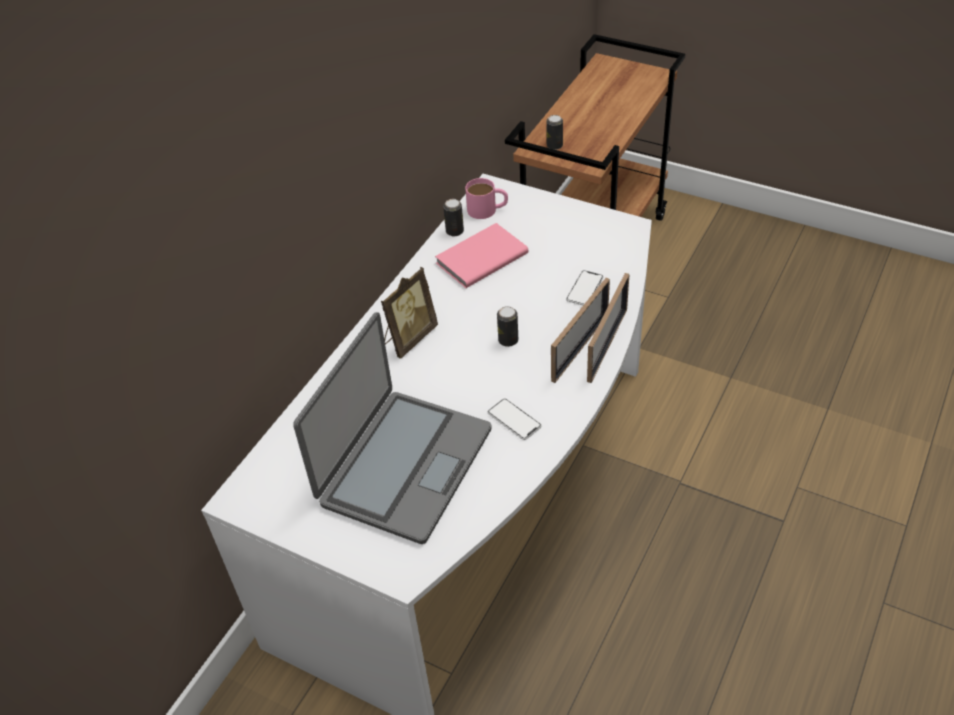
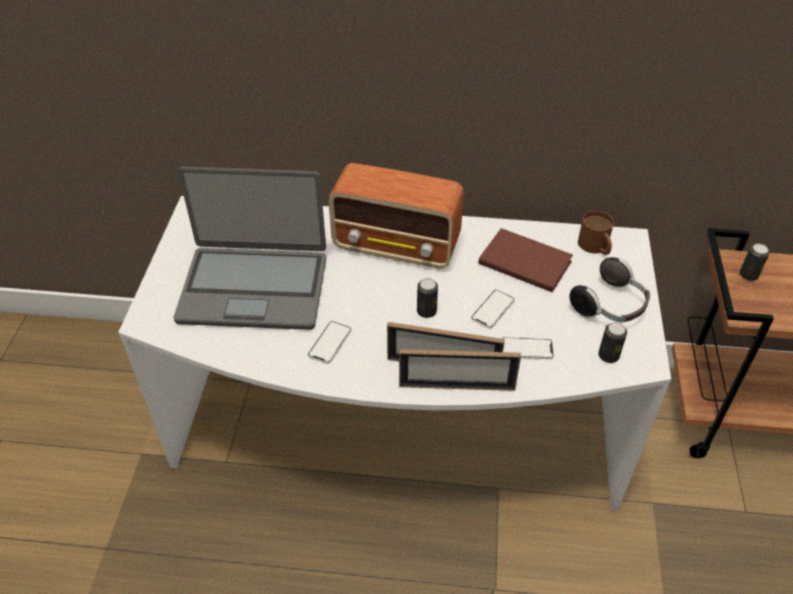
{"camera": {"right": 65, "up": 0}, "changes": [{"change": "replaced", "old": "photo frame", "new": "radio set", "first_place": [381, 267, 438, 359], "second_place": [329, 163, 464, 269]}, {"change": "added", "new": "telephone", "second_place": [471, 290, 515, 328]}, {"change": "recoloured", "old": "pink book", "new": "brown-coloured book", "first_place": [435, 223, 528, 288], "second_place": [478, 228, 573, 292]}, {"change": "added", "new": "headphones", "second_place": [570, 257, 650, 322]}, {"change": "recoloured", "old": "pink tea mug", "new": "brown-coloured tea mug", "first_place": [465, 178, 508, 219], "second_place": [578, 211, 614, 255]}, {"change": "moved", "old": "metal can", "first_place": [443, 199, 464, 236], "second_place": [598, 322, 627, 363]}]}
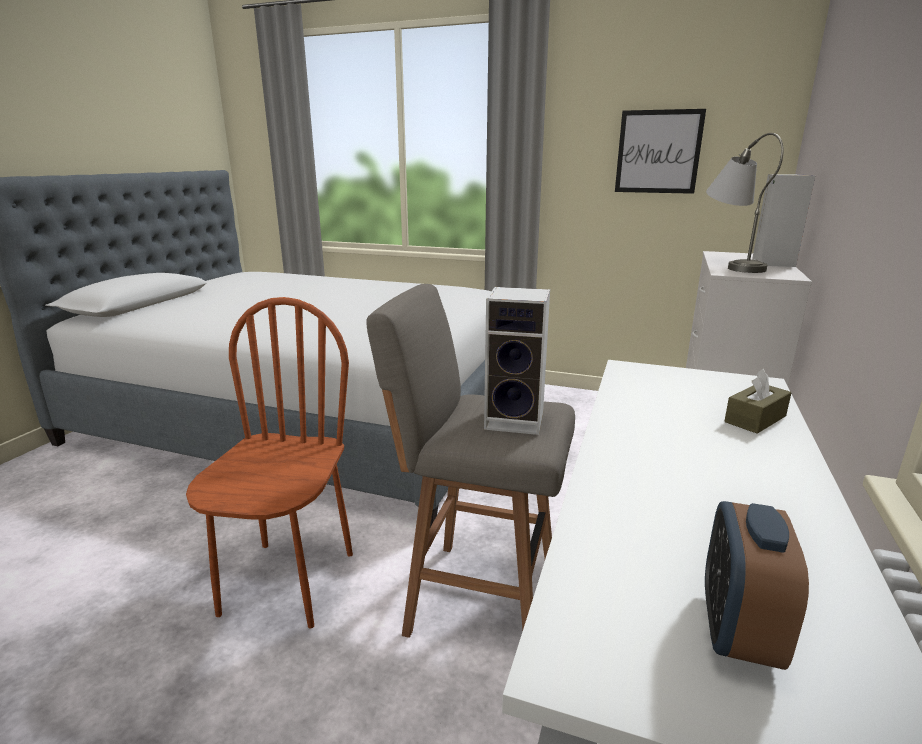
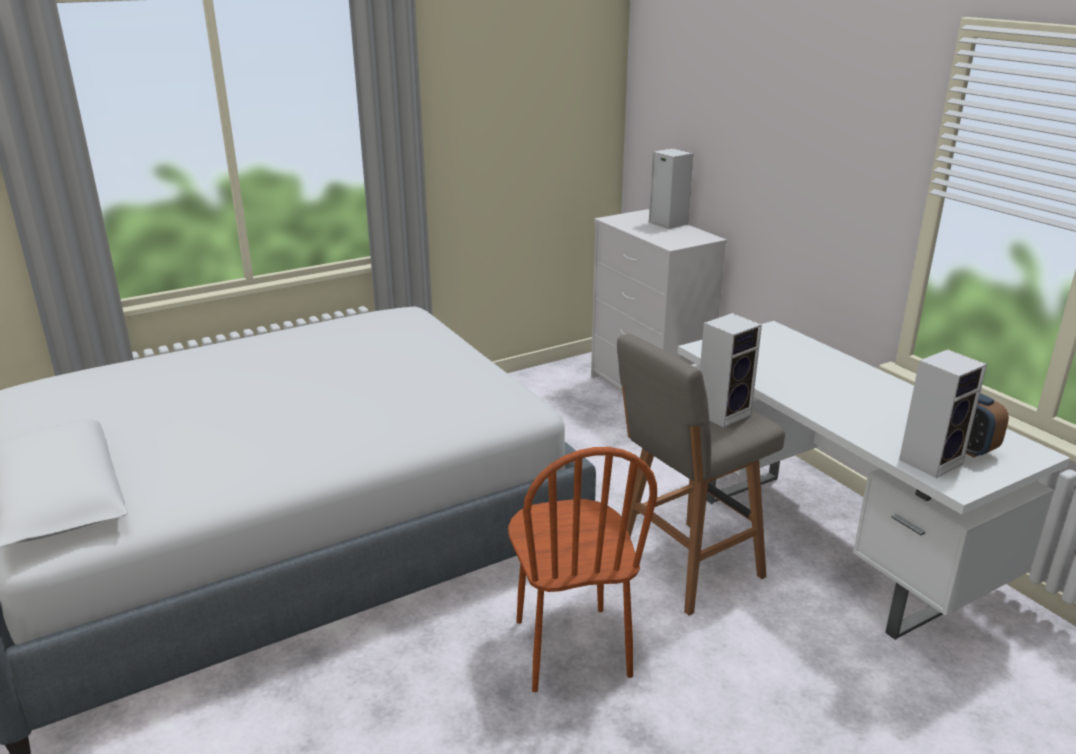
{"camera": {"right": -50, "up": 5}, "changes": [{"change": "turned", "old": "brown-coloured plain chair", "first_place": [186, 297, 353, 628], "second_place": [508, 447, 657, 692], "degrees": -150}, {"change": "added", "new": "loudspeaker", "second_place": [899, 349, 987, 478]}, {"change": "removed", "old": "wall picture", "first_place": [615, 109, 706, 194]}, {"change": "removed", "old": "gray tabletop lamp", "first_place": [706, 133, 784, 273]}, {"change": "removed", "old": "brown-coloured tissue holder", "first_place": [725, 368, 791, 434]}]}
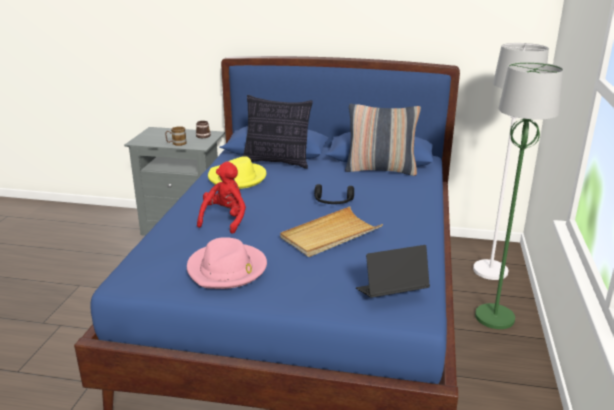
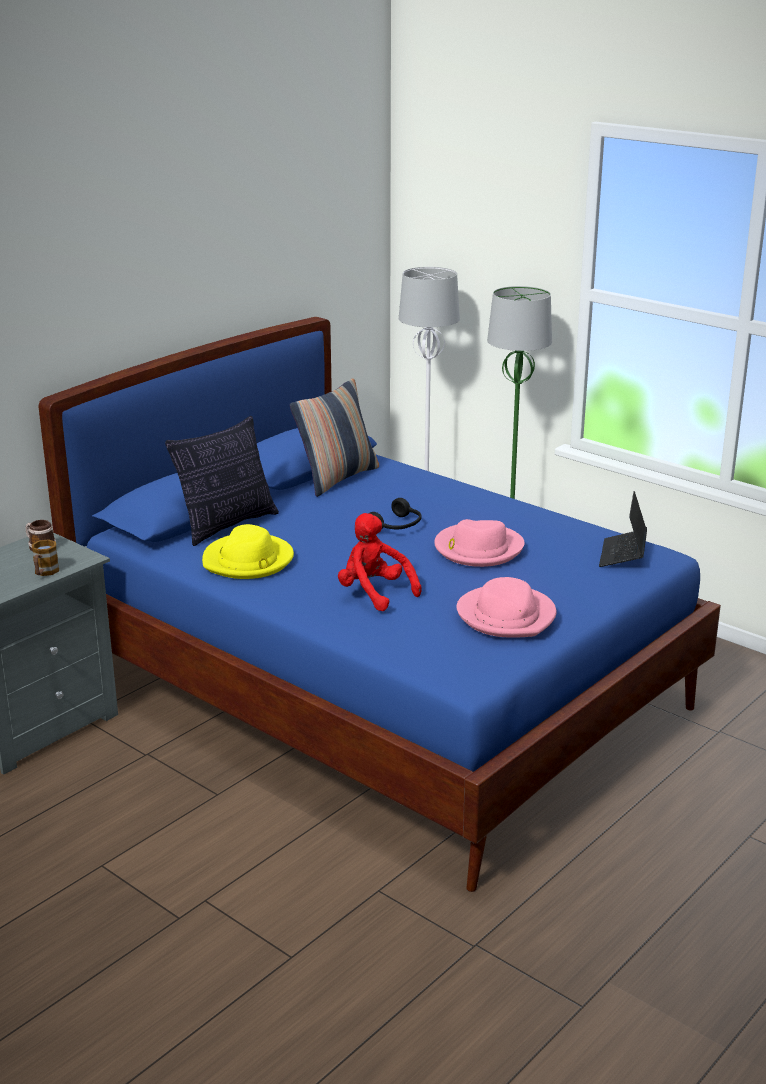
{"camera": {"right": -60, "up": 0}, "changes": [{"change": "replaced", "old": "sand-coloured carrying tray", "new": "pink wearable hat", "first_place": [280, 206, 383, 257], "second_place": [434, 519, 525, 567]}]}
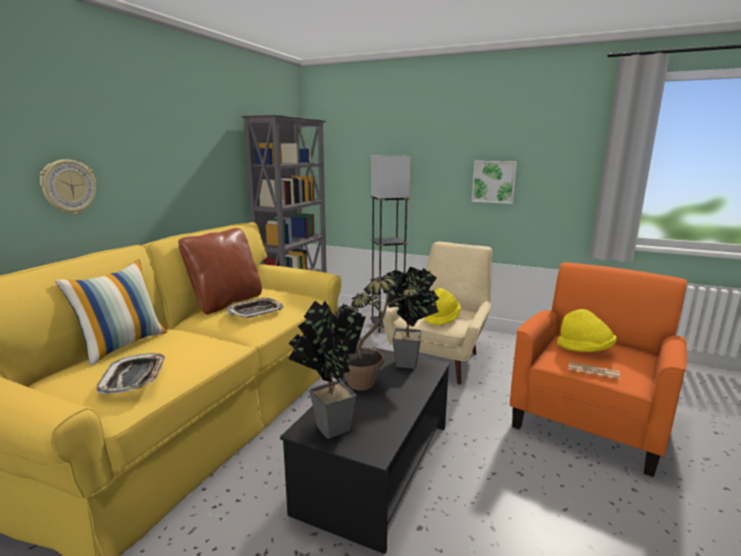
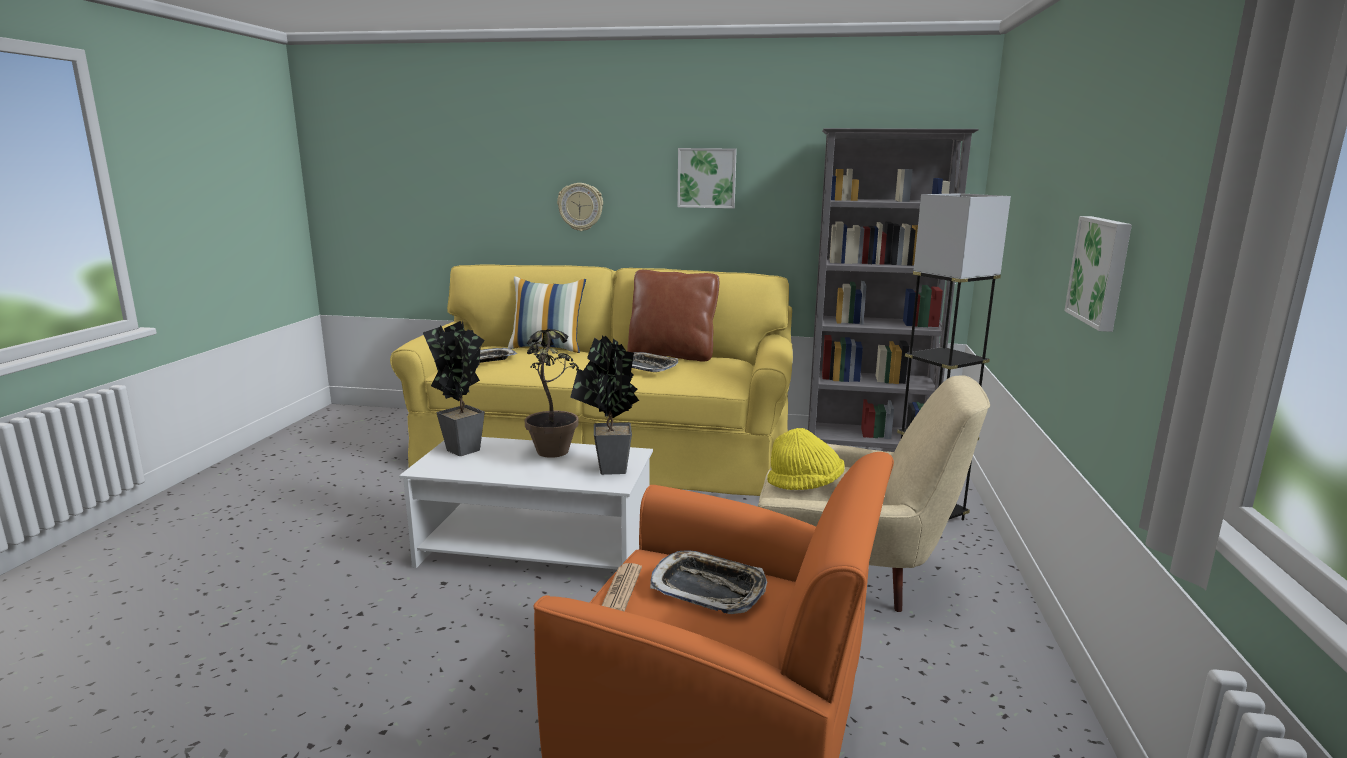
{"camera": {"right": 75, "up": 0}, "changes": [{"change": "recoloured", "old": "black-coloured lounge table", "new": "whitish lounge table", "first_place": [280, 347, 450, 554], "second_place": [399, 437, 653, 570]}, {"change": "replaced", "old": "yellowish wearable hat", "new": "carrying tray", "first_place": [557, 309, 616, 352], "second_place": [650, 550, 767, 614]}, {"change": "added", "new": "wall picture", "second_place": [677, 148, 737, 208]}]}
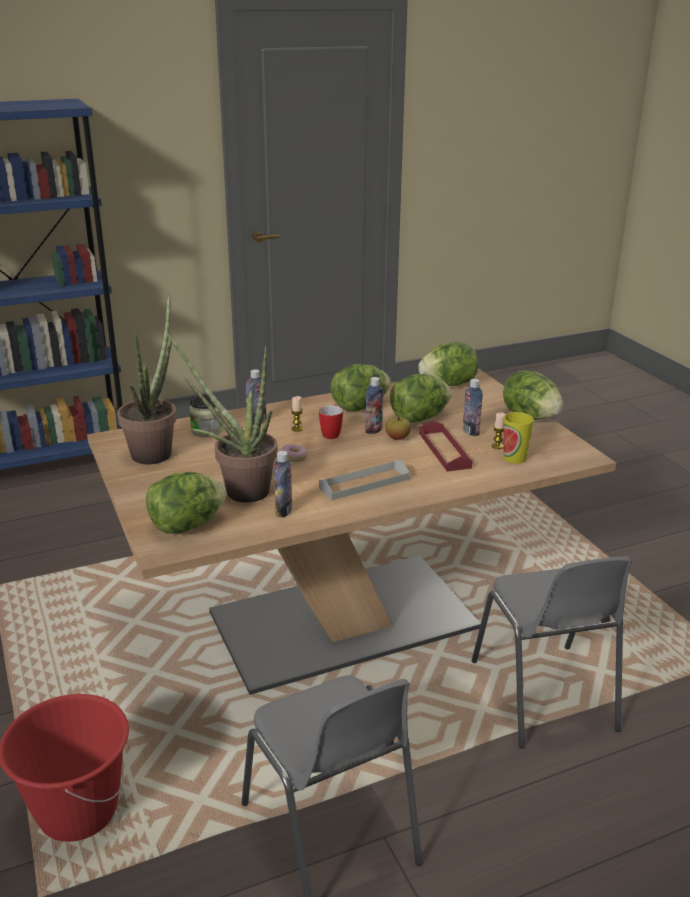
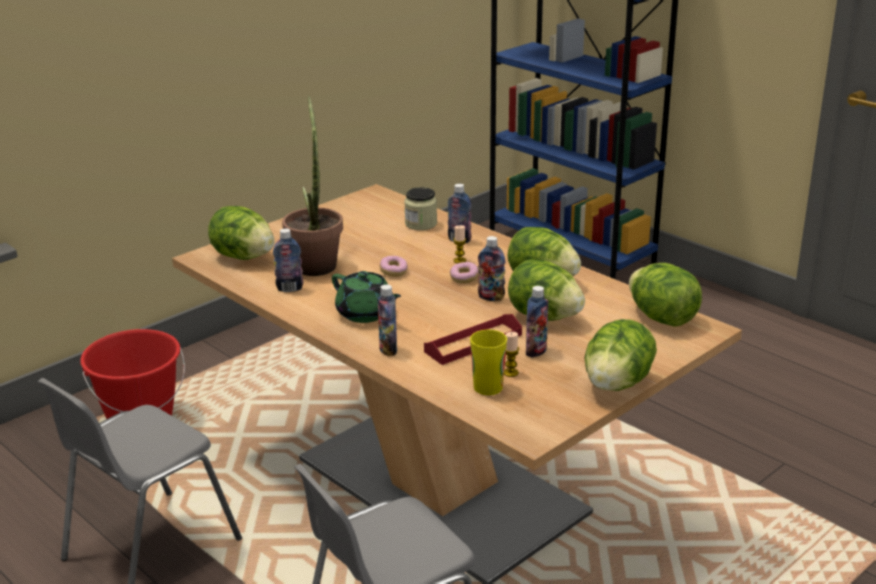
{"camera": {"right": 70, "up": 0}, "changes": [{"change": "replaced", "old": "gray carrying tray", "new": "greenish pot for tea", "first_place": [319, 460, 409, 500], "second_place": [332, 271, 401, 323]}, {"change": "added", "new": "beverage bottle", "second_place": [378, 284, 397, 356]}, {"change": "replaced", "old": "tea mug", "new": "ring doughnut", "first_place": [319, 405, 343, 439], "second_place": [450, 262, 479, 284]}, {"change": "removed", "old": "houseplant", "first_place": [117, 292, 177, 464]}, {"change": "removed", "old": "apple fruit", "first_place": [386, 417, 411, 440]}]}
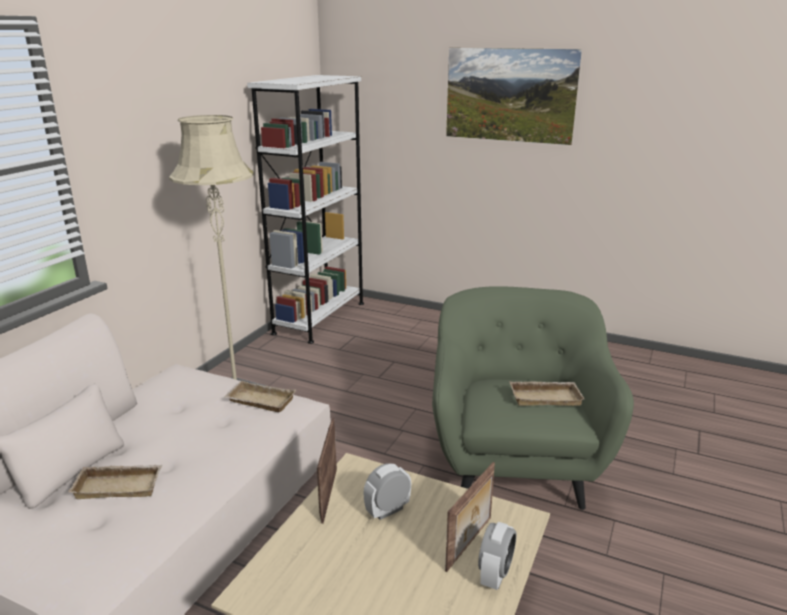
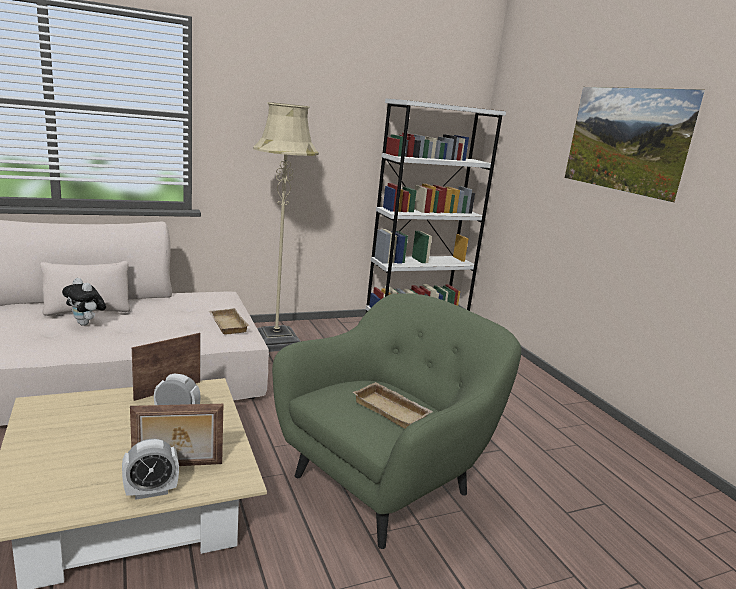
{"camera": {"right": 40, "up": -5}, "changes": [{"change": "replaced", "old": "sand-coloured carrying tray", "new": "plush toy", "first_place": [68, 465, 162, 499], "second_place": [62, 278, 106, 326]}]}
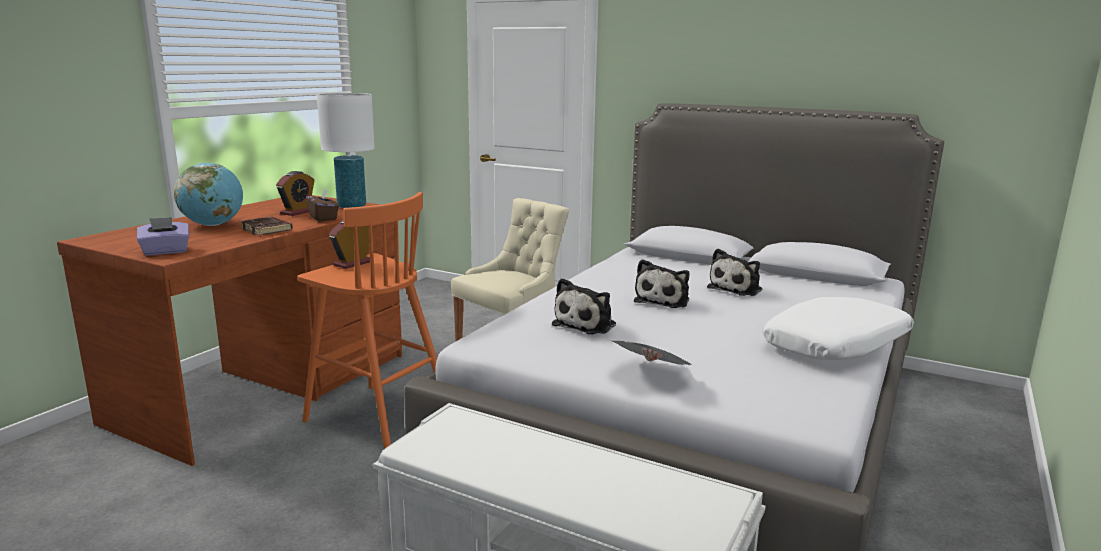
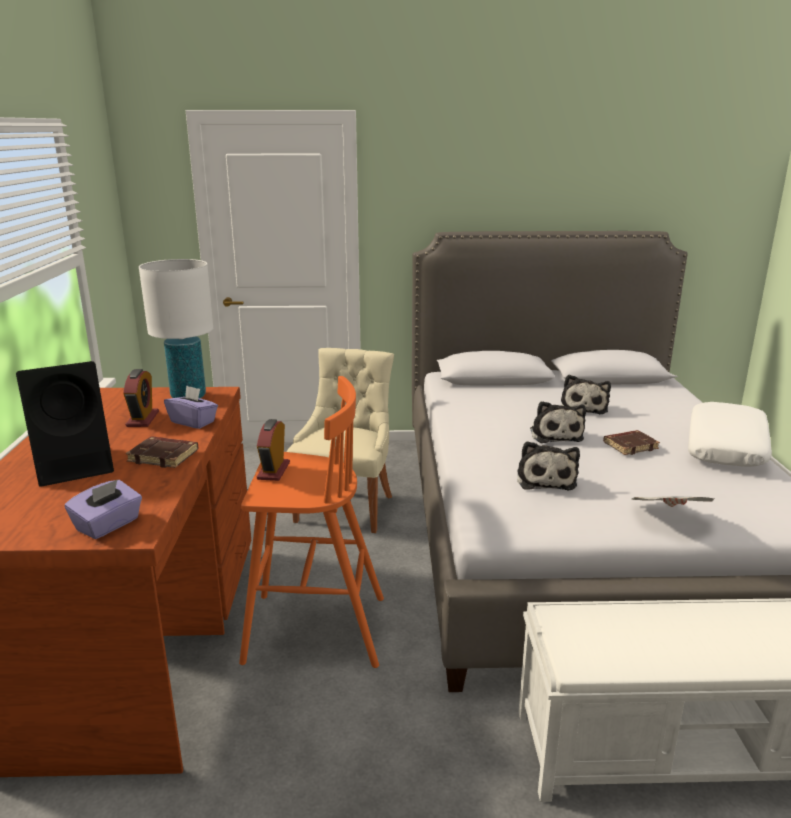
{"camera": {"right": -30, "up": 5}, "changes": [{"change": "replaced", "old": "world globe", "new": "black-coloured loudspeaker", "first_place": [174, 163, 243, 226], "second_place": [16, 361, 114, 487]}, {"change": "recoloured", "old": "brown-coloured tissue holder", "new": "purple-coloured tissue holder", "first_place": [306, 189, 339, 222], "second_place": [164, 385, 218, 429]}, {"change": "added", "new": "brown-coloured book", "second_place": [603, 430, 660, 455]}]}
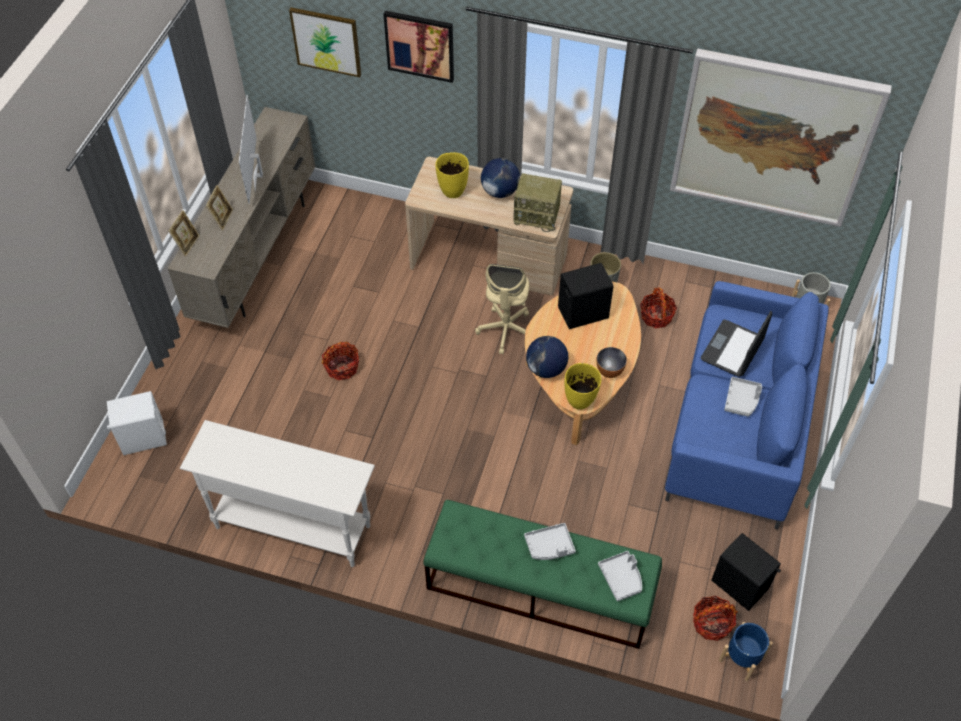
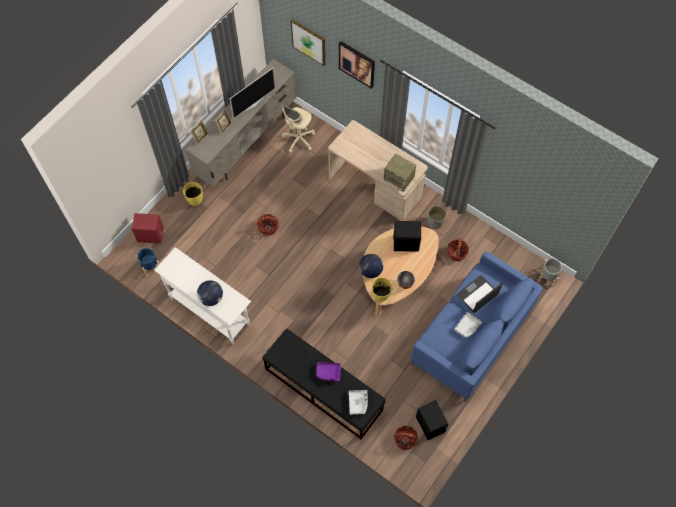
{"camera": {"right": 20, "up": 10}, "changes": [{"change": "recoloured", "old": "whitish loudspeaker", "new": "reddish loudspeaker", "first_place": [107, 391, 167, 455], "second_place": [131, 213, 164, 244]}, {"change": "moved", "old": "blue-coloured planter", "first_place": [719, 622, 773, 681], "second_place": [136, 248, 160, 277]}, {"change": "moved", "old": "yellowish decorative vase", "first_place": [435, 152, 469, 198], "second_place": [183, 182, 203, 206]}, {"change": "moved", "old": "world globe", "first_place": [481, 158, 520, 198], "second_place": [197, 280, 223, 306]}, {"change": "turned", "old": "television", "first_place": [239, 95, 263, 204], "second_place": [230, 68, 275, 119], "degrees": -150}, {"change": "recoloured", "old": "greenish indoor bench", "new": "black-coloured indoor bench", "first_place": [423, 500, 662, 649], "second_place": [263, 329, 385, 439]}, {"change": "moved", "old": "sand-coloured computer chair", "first_place": [475, 264, 529, 354], "second_place": [282, 104, 315, 152]}, {"change": "recoloured", "old": "gray carrying tray", "new": "purple-coloured carrying tray", "first_place": [524, 523, 576, 560], "second_place": [316, 362, 341, 381]}, {"change": "removed", "old": "wall picture", "first_place": [670, 49, 892, 227]}]}
